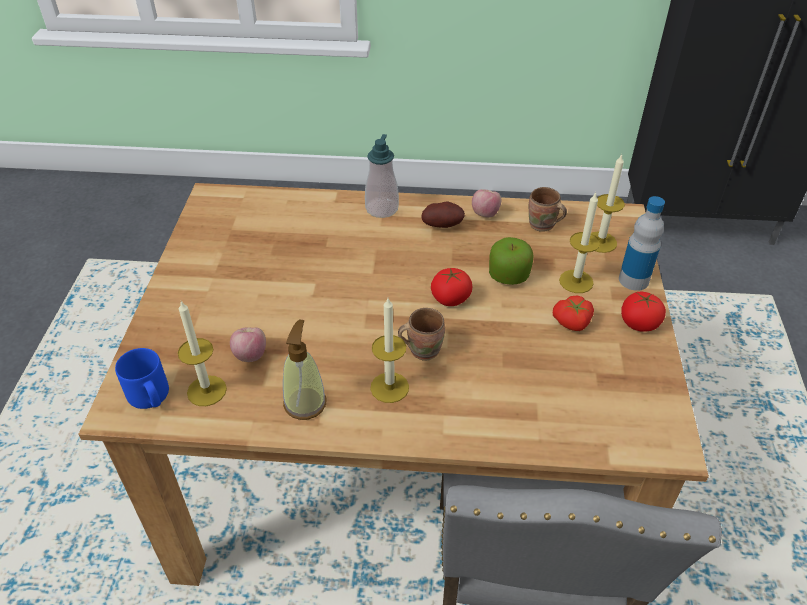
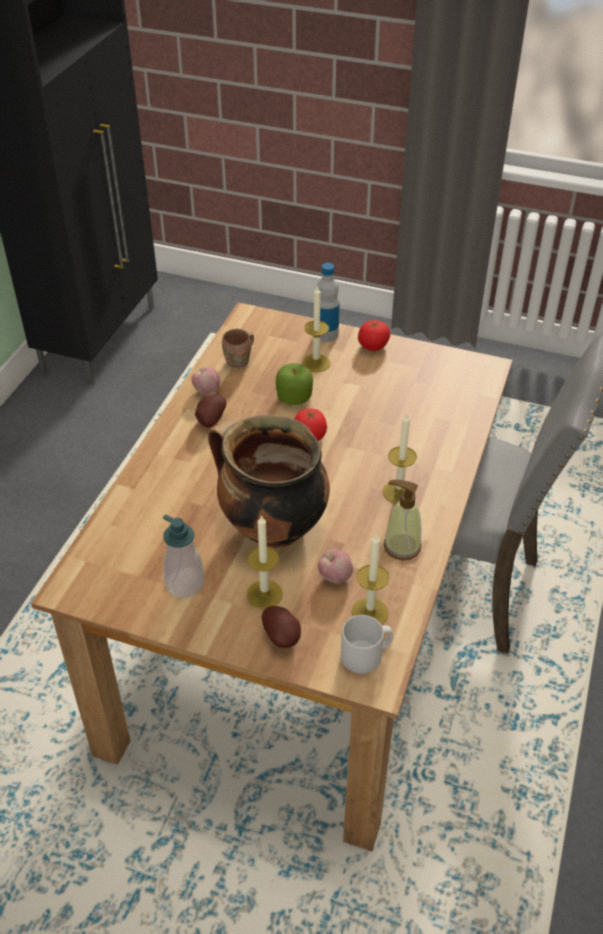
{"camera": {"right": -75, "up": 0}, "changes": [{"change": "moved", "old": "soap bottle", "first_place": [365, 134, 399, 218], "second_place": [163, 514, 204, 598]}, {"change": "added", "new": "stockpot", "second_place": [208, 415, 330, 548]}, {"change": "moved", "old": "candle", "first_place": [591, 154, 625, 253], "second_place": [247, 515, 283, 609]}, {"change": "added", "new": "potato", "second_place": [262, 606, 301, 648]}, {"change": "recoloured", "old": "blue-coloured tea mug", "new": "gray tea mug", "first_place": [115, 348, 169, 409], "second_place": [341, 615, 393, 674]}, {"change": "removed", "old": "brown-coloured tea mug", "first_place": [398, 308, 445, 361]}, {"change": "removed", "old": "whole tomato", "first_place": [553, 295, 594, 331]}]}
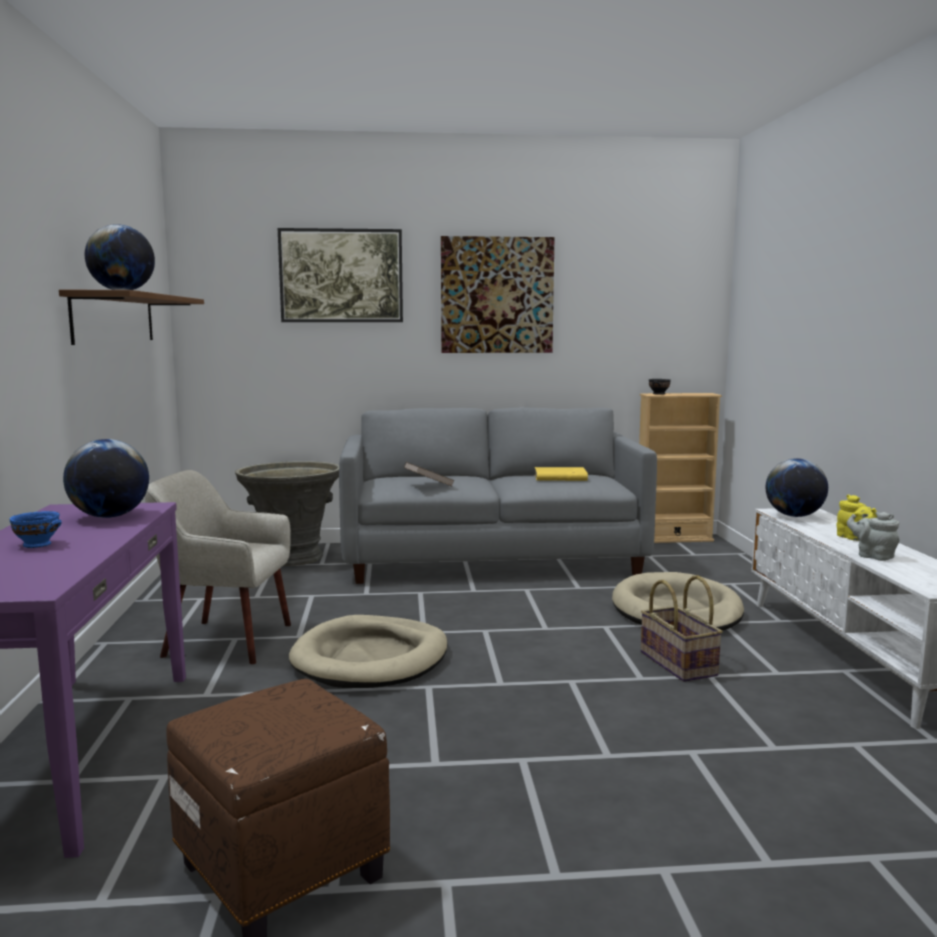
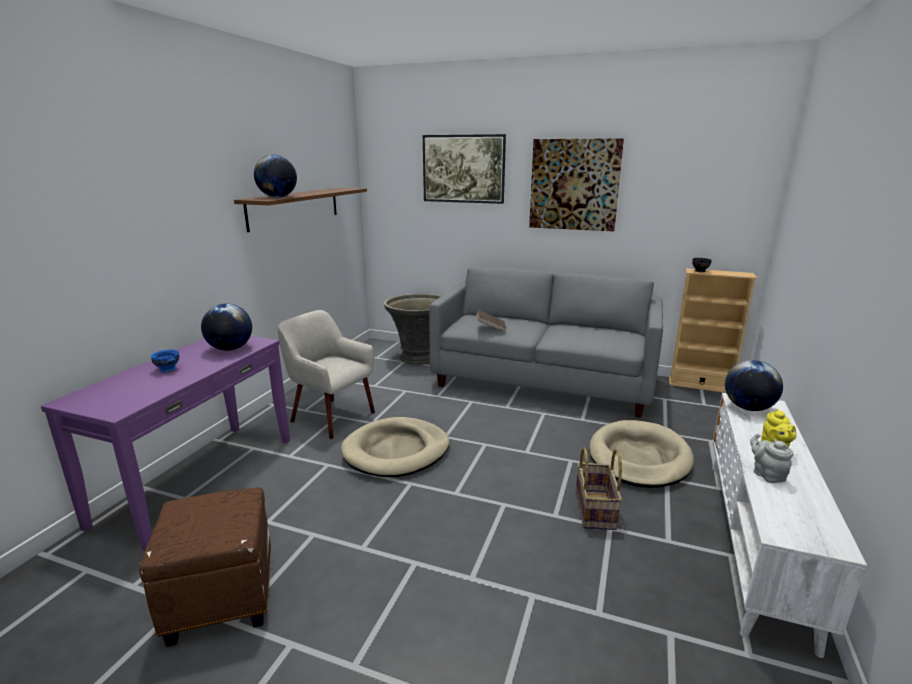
{"camera": {"right": 25, "up": 10}, "changes": [{"change": "removed", "old": "yellowish book", "first_place": [535, 467, 588, 481]}]}
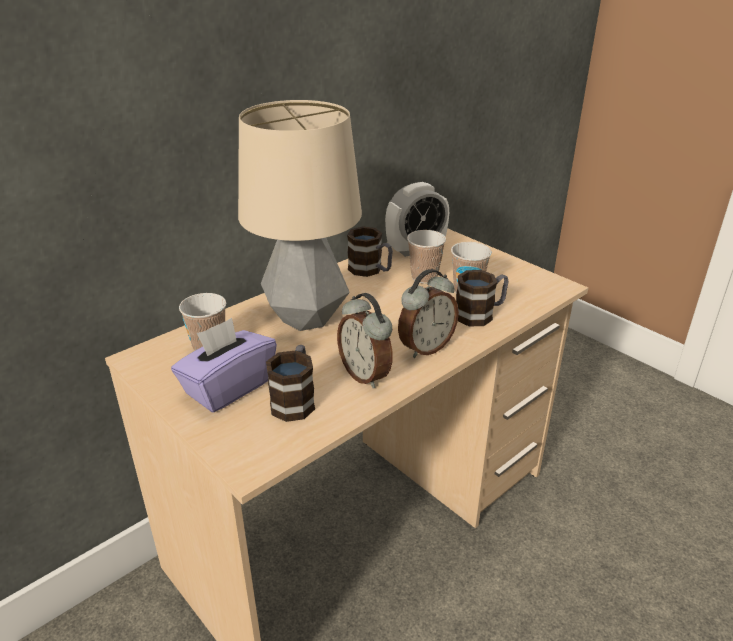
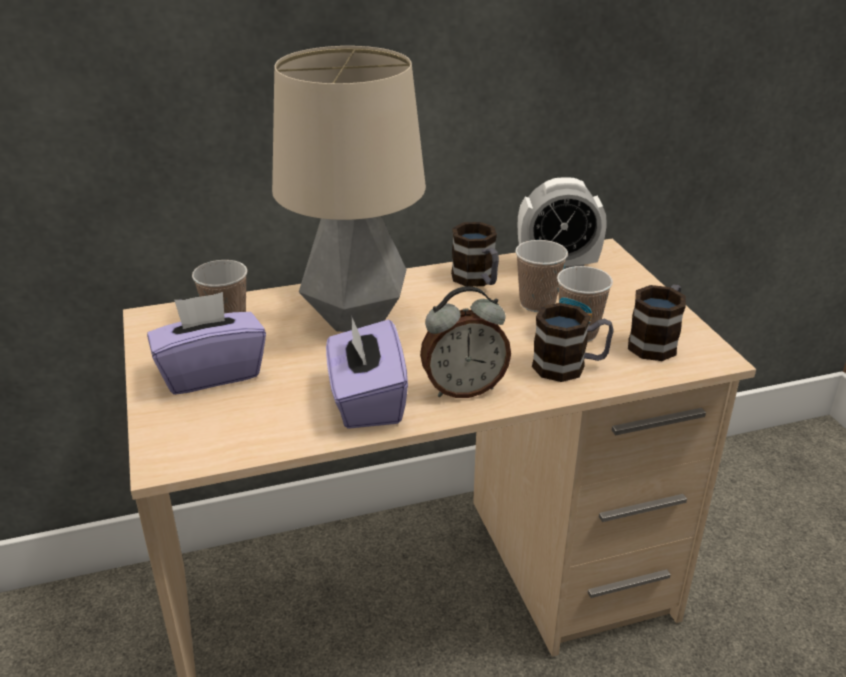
{"camera": {"right": 25, "up": 0}, "changes": [{"change": "replaced", "old": "table clock", "new": "purple-coloured tissue holder", "first_place": [337, 293, 393, 389], "second_place": [326, 316, 408, 429]}, {"change": "moved", "old": "tea mug", "first_place": [266, 345, 315, 422], "second_place": [628, 285, 686, 361]}]}
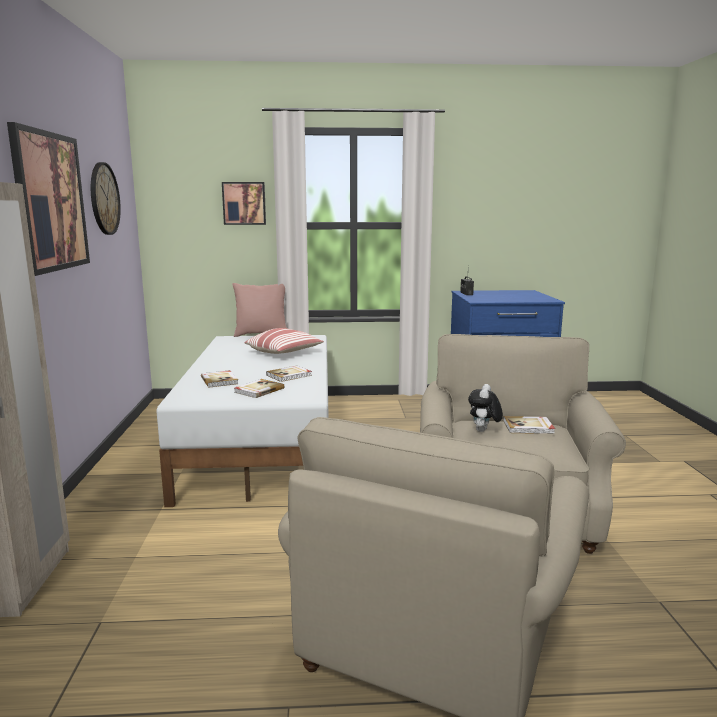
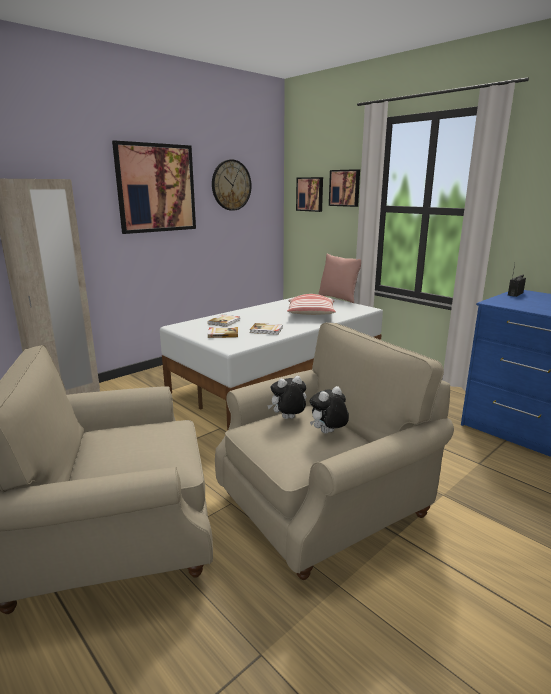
{"camera": {"right": 50, "up": 5}, "changes": [{"change": "added", "new": "wall picture", "second_place": [296, 177, 323, 212]}, {"change": "replaced", "old": "book", "new": "plush toy", "first_place": [503, 416, 555, 434], "second_place": [310, 386, 349, 434]}]}
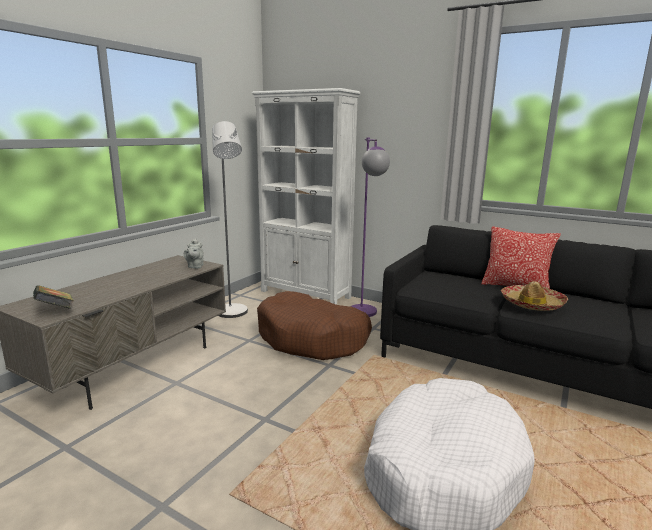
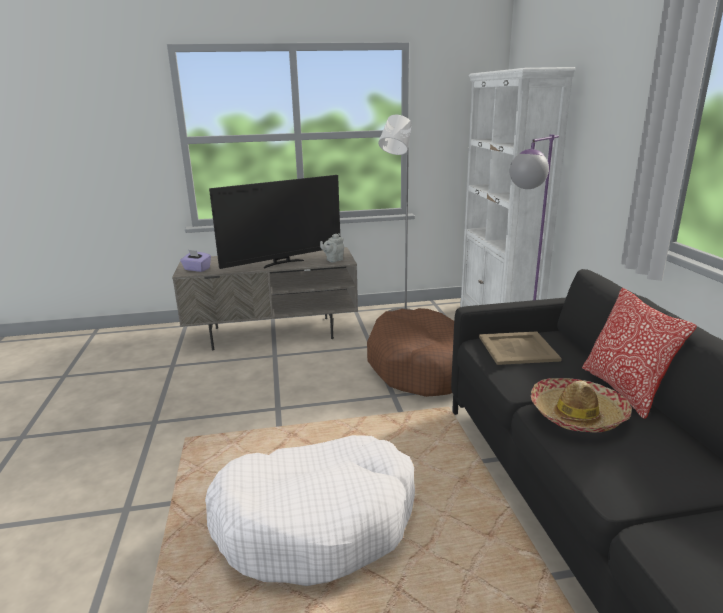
{"camera": {"right": 50, "up": 5}, "changes": [{"change": "replaced", "old": "book", "new": "purple-coloured tissue holder", "first_place": [33, 285, 74, 309], "second_place": [180, 250, 211, 272]}, {"change": "added", "new": "television", "second_place": [209, 175, 340, 269]}, {"change": "added", "new": "sand-coloured carrying tray", "second_place": [479, 332, 562, 365]}]}
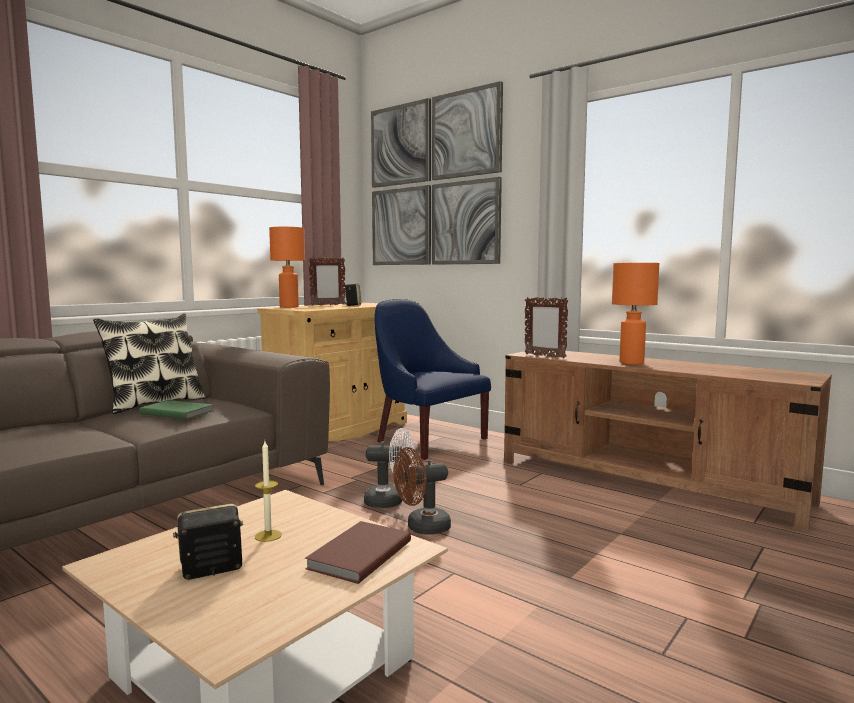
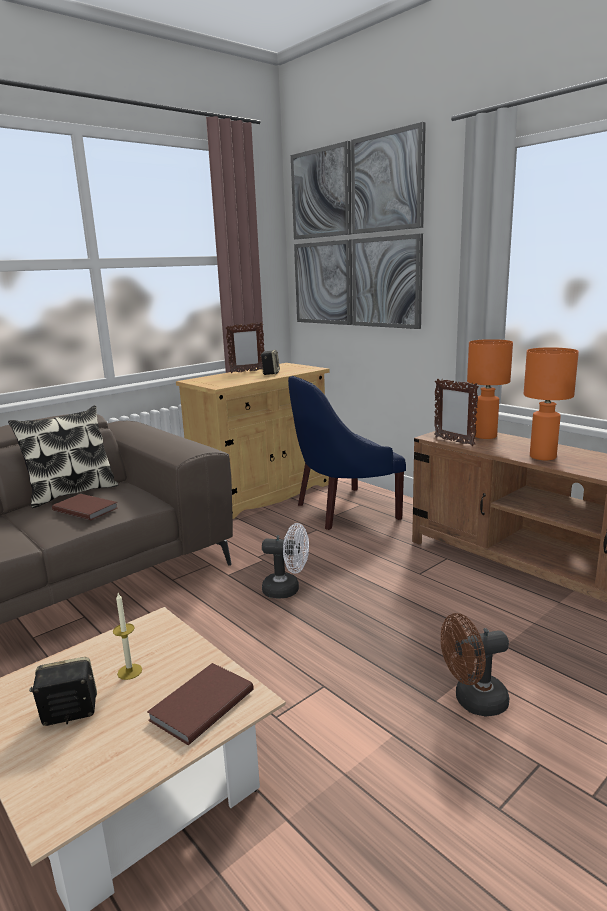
{"camera": {"right": 10, "up": 10}, "changes": [{"change": "recoloured", "old": "greenish book", "new": "brown-coloured book", "first_place": [139, 400, 214, 419], "second_place": [52, 494, 118, 520]}, {"change": "turned", "old": "blue-coloured armchair", "first_place": [374, 299, 491, 460], "second_place": [288, 376, 406, 530], "degrees": -75}, {"change": "moved", "old": "brown-coloured cooling fan", "first_place": [393, 447, 451, 535], "second_place": [441, 613, 509, 717]}, {"change": "moved", "old": "orange tabletop lamp", "first_place": [269, 227, 305, 308], "second_place": [467, 339, 513, 439]}]}
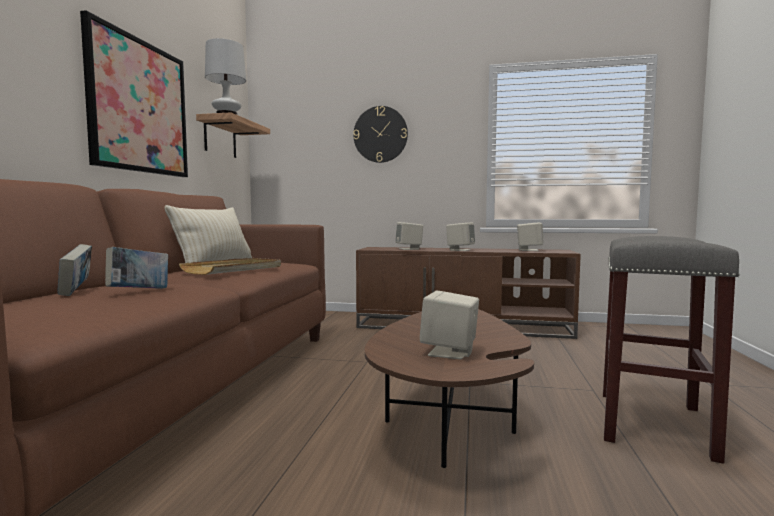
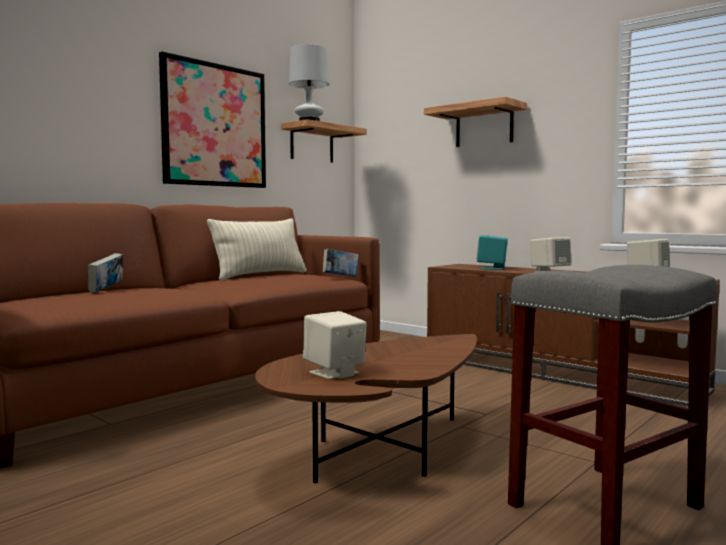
{"camera": {"right": 30, "up": 0}, "changes": [{"change": "moved", "old": "book", "first_place": [105, 247, 168, 289], "second_place": [323, 249, 359, 277]}, {"change": "replaced", "old": "wall clock", "new": "bracket shelf", "first_place": [353, 106, 408, 163], "second_place": [424, 97, 527, 147]}, {"change": "recoloured", "old": "sand-coloured loudspeaker", "new": "turquoise loudspeaker", "first_place": [395, 222, 423, 250], "second_place": [477, 235, 508, 270]}, {"change": "removed", "old": "sand-coloured carrying tray", "first_place": [179, 258, 281, 275]}]}
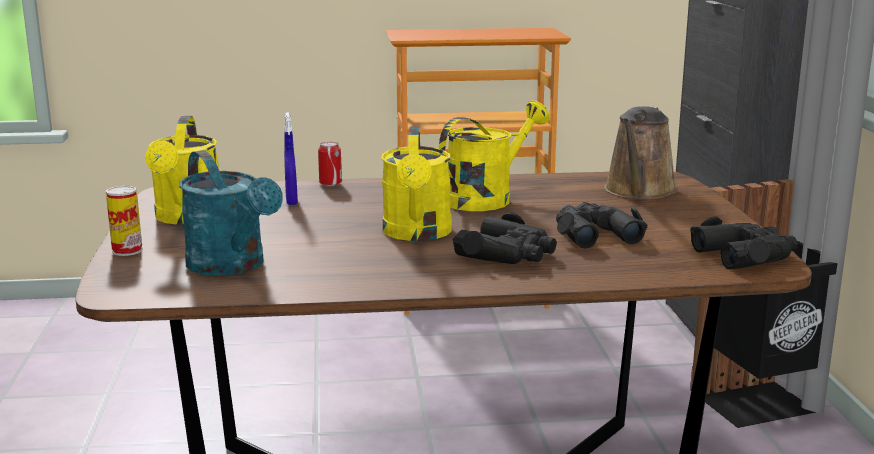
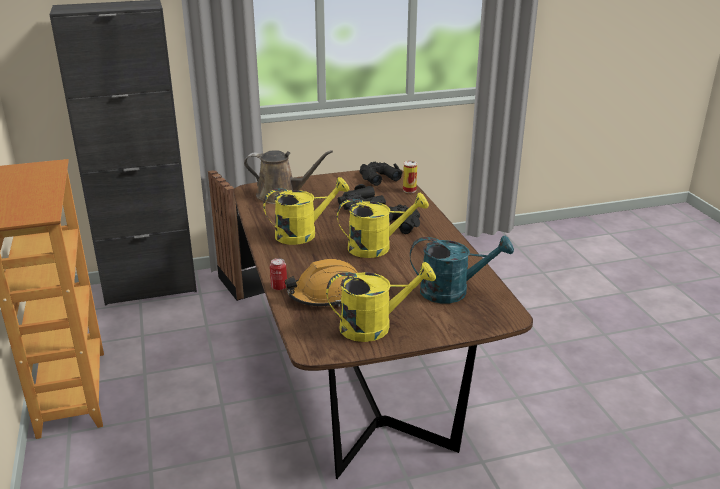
{"camera": {"right": -100, "up": 10}, "changes": [{"change": "turned", "old": "yellowish sprinkling can", "first_place": [439, 101, 549, 211], "second_place": [263, 177, 349, 245], "degrees": 120}, {"change": "replaced", "old": "blue-coloured hand sprayer", "new": "orange work helmet", "first_place": [284, 112, 298, 205], "second_place": [285, 259, 358, 307]}, {"change": "moved", "old": "metal can", "first_place": [106, 186, 143, 256], "second_place": [403, 161, 417, 193]}, {"change": "turned", "old": "turquoise sprinkling can", "first_place": [179, 150, 283, 276], "second_place": [410, 235, 514, 303], "degrees": 45}]}
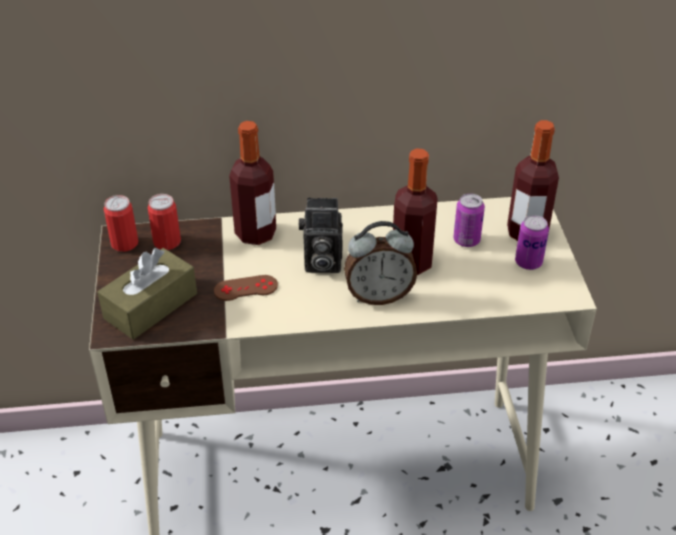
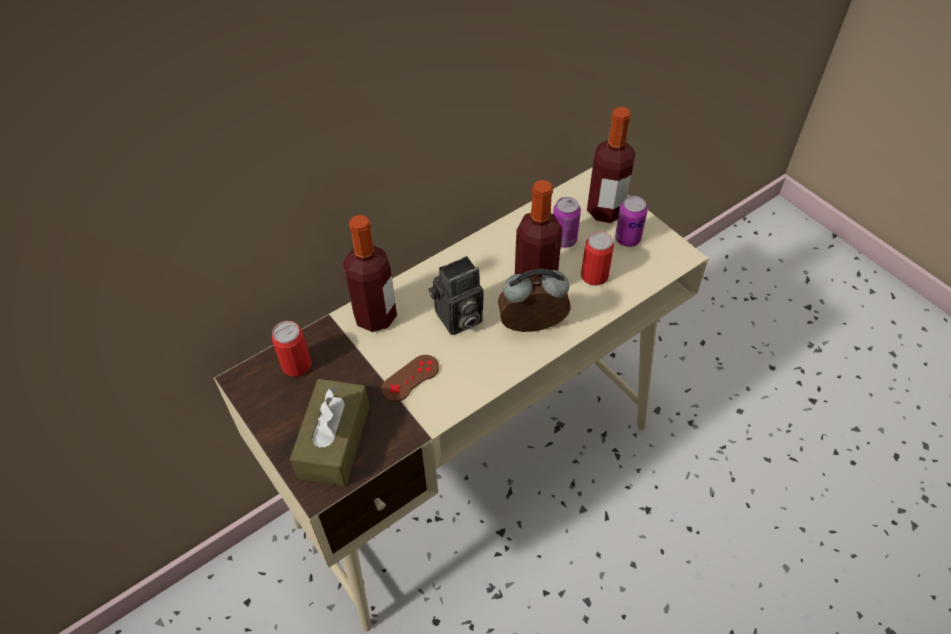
{"camera": {"right": -30, "up": 10}, "changes": [{"change": "turned", "old": "table clock", "first_place": [344, 221, 417, 305], "second_place": [498, 269, 571, 332], "degrees": -150}, {"change": "moved", "old": "metal can", "first_place": [104, 195, 138, 252], "second_place": [581, 231, 614, 286]}]}
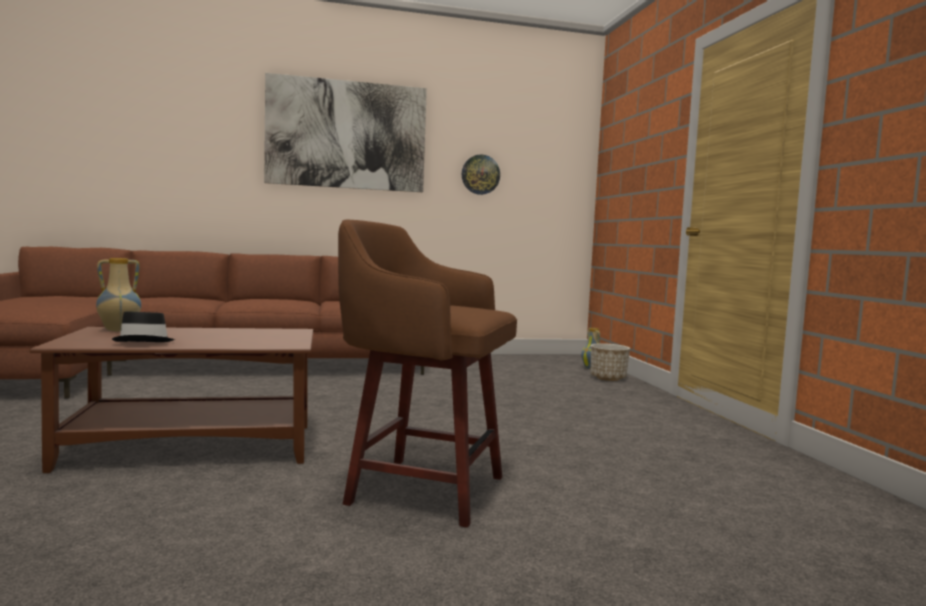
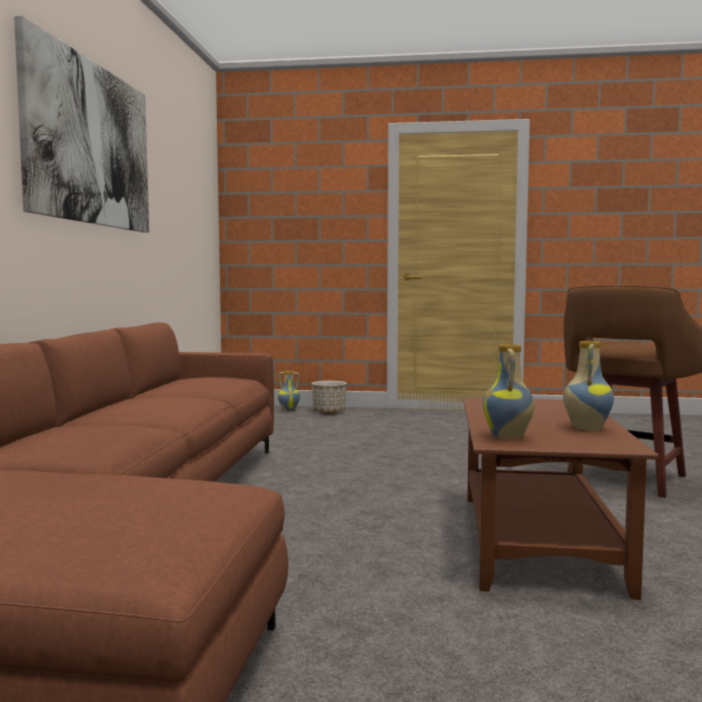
{"camera": {"right": -70, "up": 0}, "changes": [{"change": "replaced", "old": "black-coloured wearable hat", "new": "decorative vase", "first_place": [112, 312, 175, 342], "second_place": [563, 341, 614, 430]}, {"change": "removed", "old": "wall clock", "first_place": [462, 155, 500, 195]}]}
